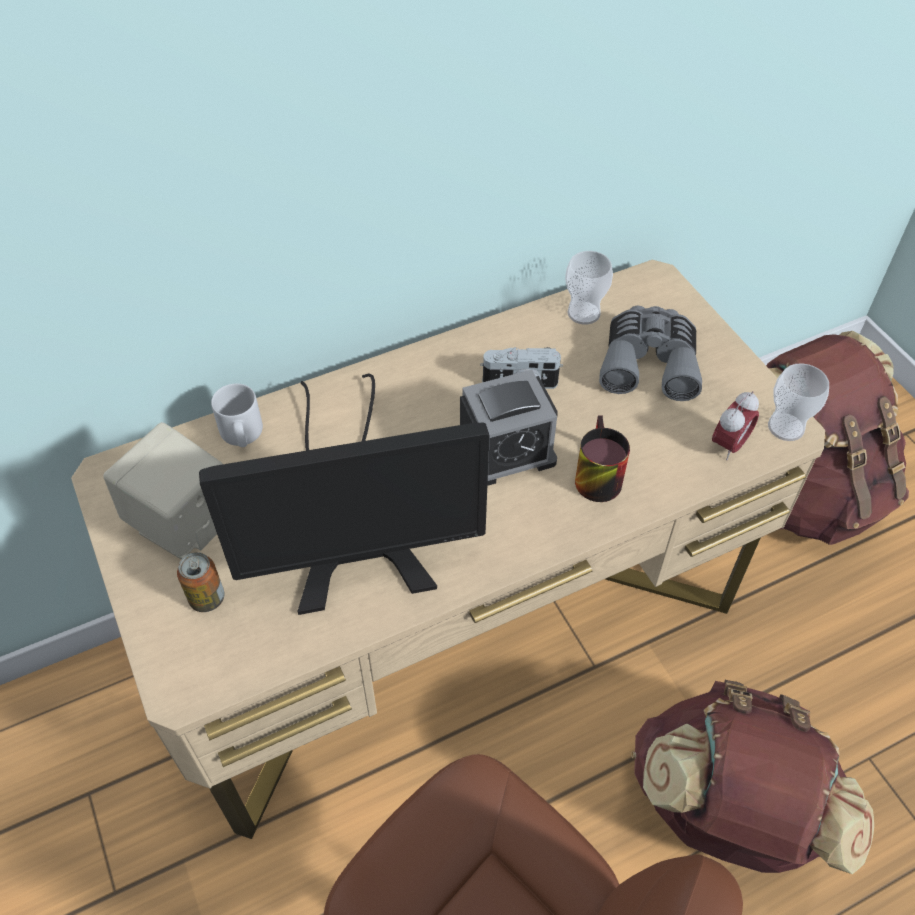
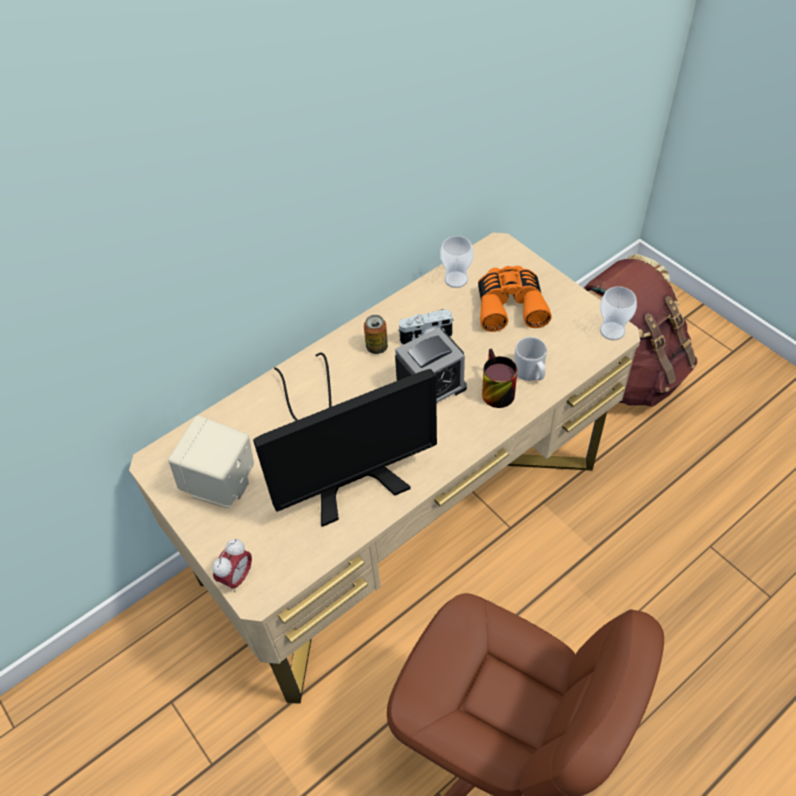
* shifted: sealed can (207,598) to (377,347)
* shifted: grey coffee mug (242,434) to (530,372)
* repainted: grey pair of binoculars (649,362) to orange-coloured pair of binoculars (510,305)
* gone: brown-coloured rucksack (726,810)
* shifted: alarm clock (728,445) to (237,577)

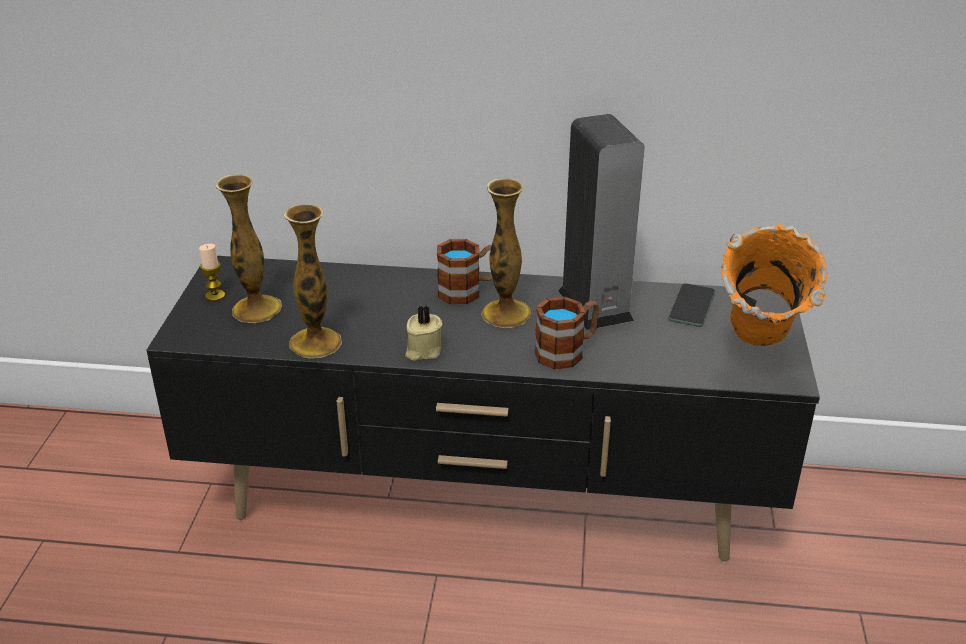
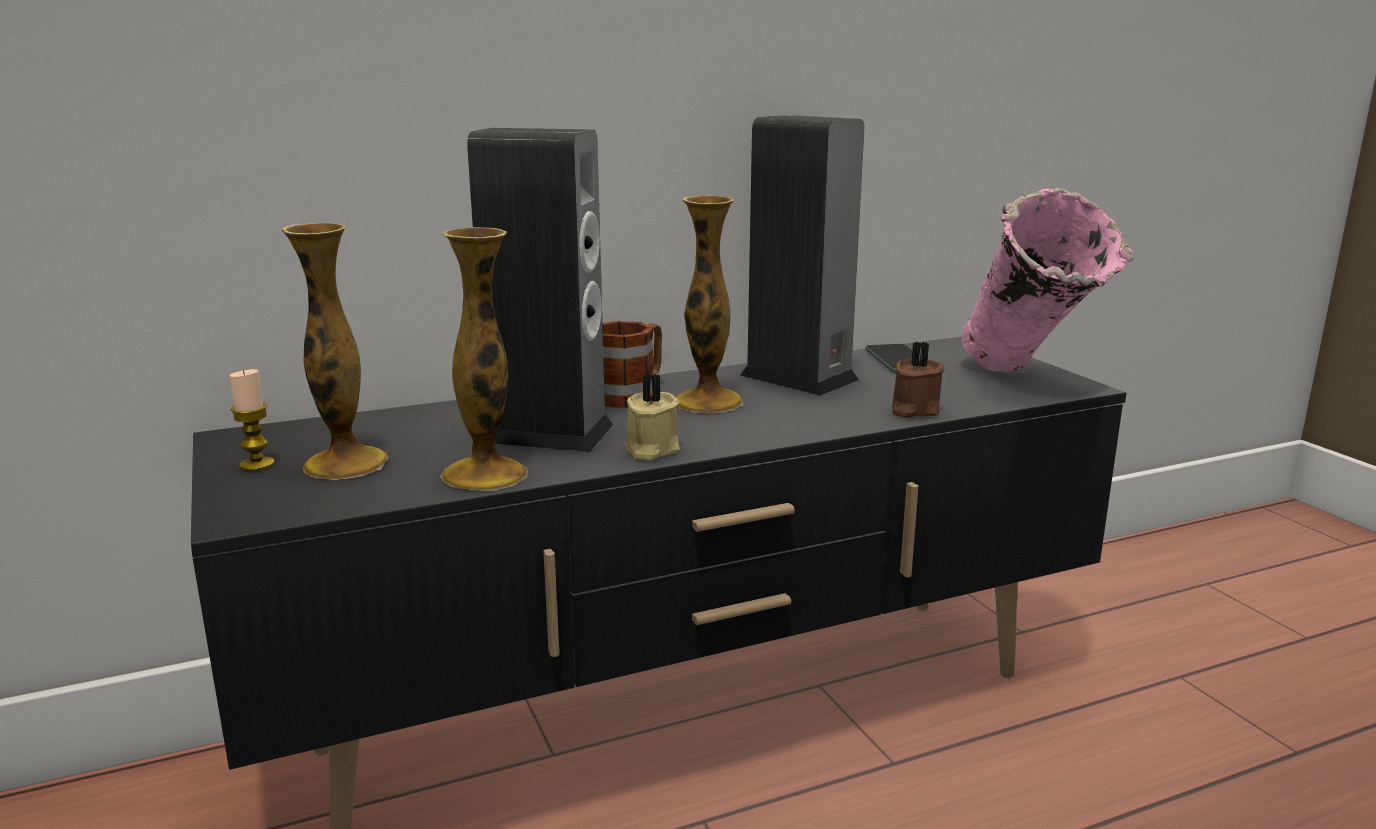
* gone: coffee mug (567,351)
* repainted: orange-coloured decorative vase (756,361) to pink decorative vase (1027,382)
* new: speaker (547,433)
* new: brown-coloured wax candle (913,410)

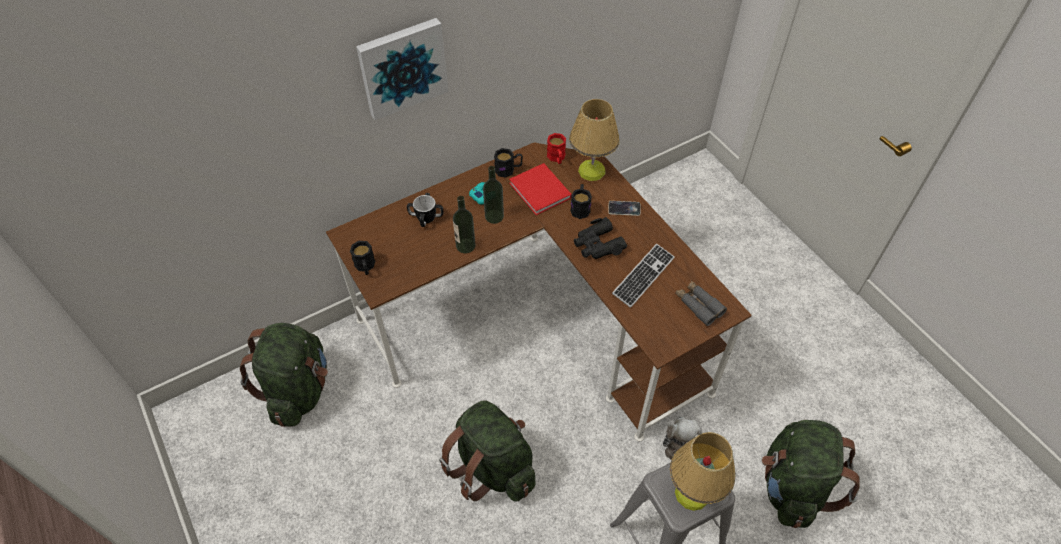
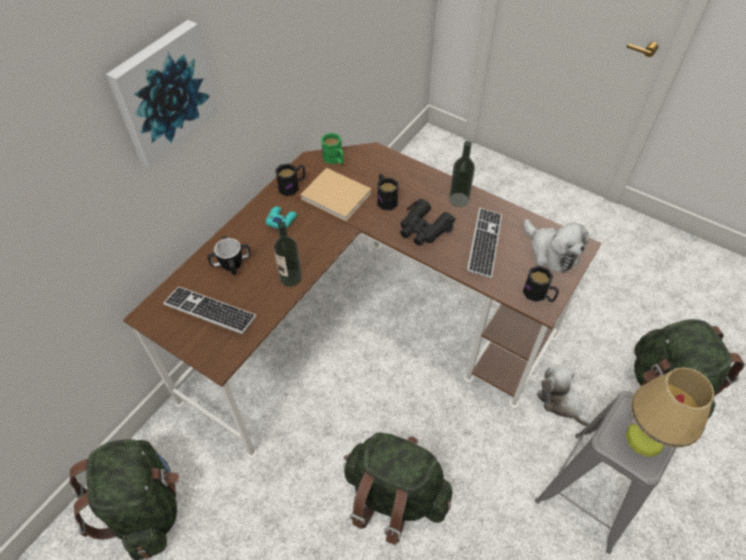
* shifted: blackish coffee mug (365,267) to (539,295)
* shifted: drink bottle (494,216) to (459,199)
* repainted: reddish book (541,191) to beige-coloured book (337,197)
* repainted: reddish coffee mug (557,158) to green-coloured coffee mug (335,159)
* gone: tabletop lamp (591,171)
* gone: handset (624,209)
* swapped: grey pair of binoculars (698,305) to cuddly toy (551,252)
* new: computer keyboard (210,311)

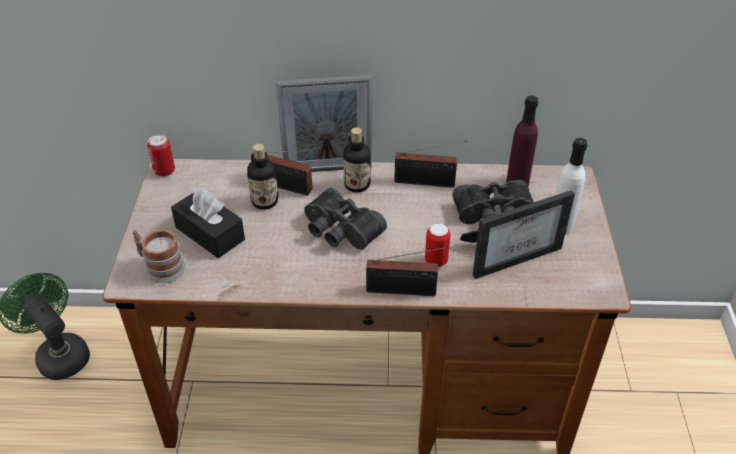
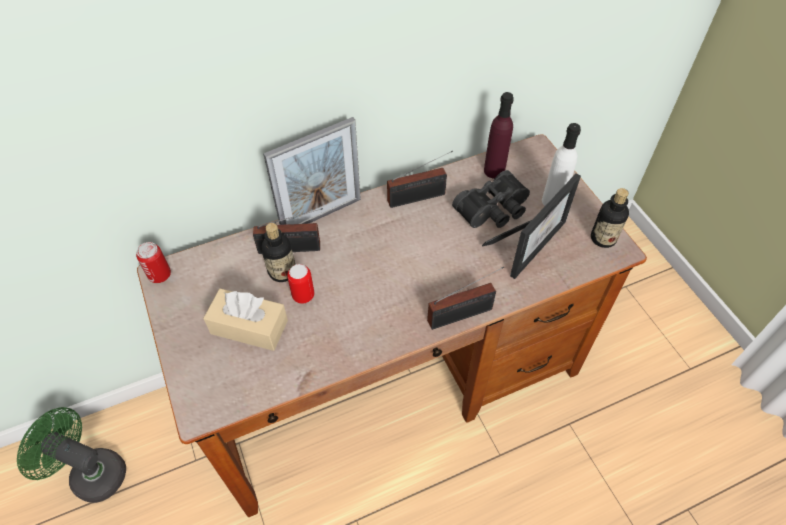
* gone: coffee mug (160,267)
* repainted: blackish box of tissues (210,233) to beige-coloured box of tissues (249,327)
* gone: blackish pair of binoculars (340,231)
* shifted: drink bottle (357,185) to (603,238)
* shifted: sealed can (436,261) to (303,296)

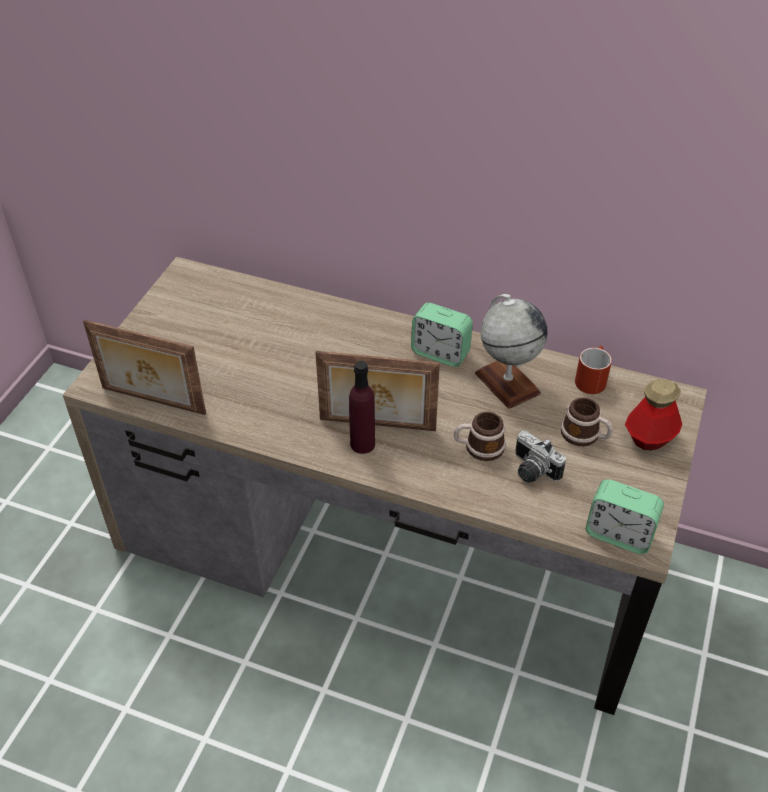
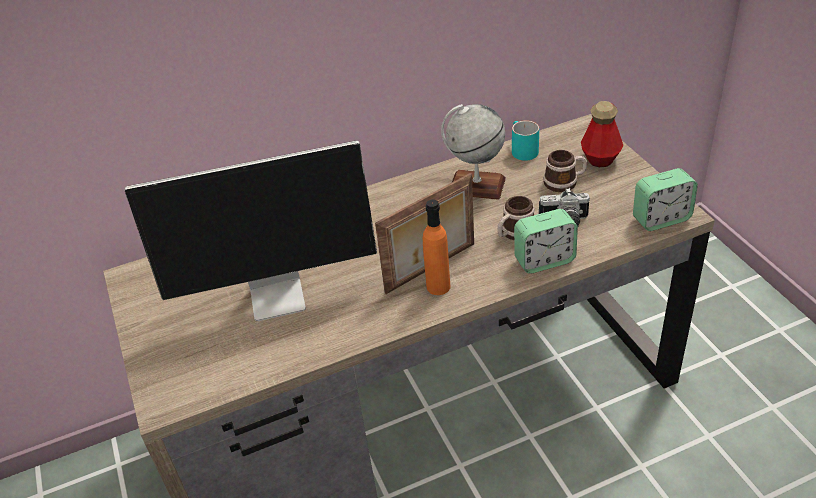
* gone: photo frame (152,402)
* repainted: purple-coloured drink bottle (362,444) to orange-coloured drink bottle (438,286)
* shifted: alarm clock (440,353) to (544,260)
* repainted: reddish coffee mug (590,378) to blue-green coffee mug (521,150)
* new: computer display (279,295)

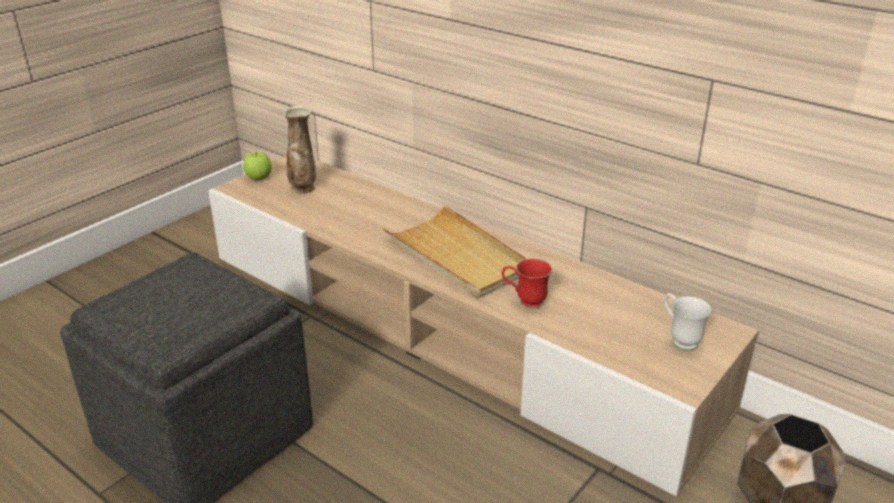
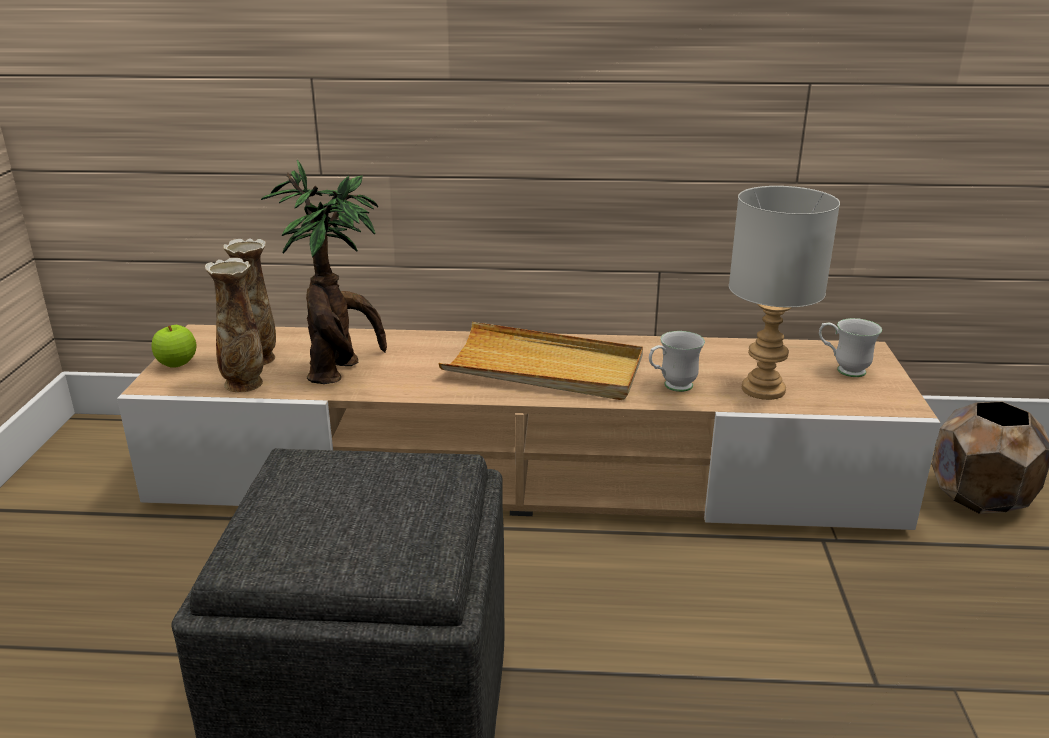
* repainted: reddish coffee mug (524,302) to whitish coffee mug (671,387)
* new: decorative vase (244,384)
* new: houseplant (342,369)
* new: grey tabletop lamp (762,388)

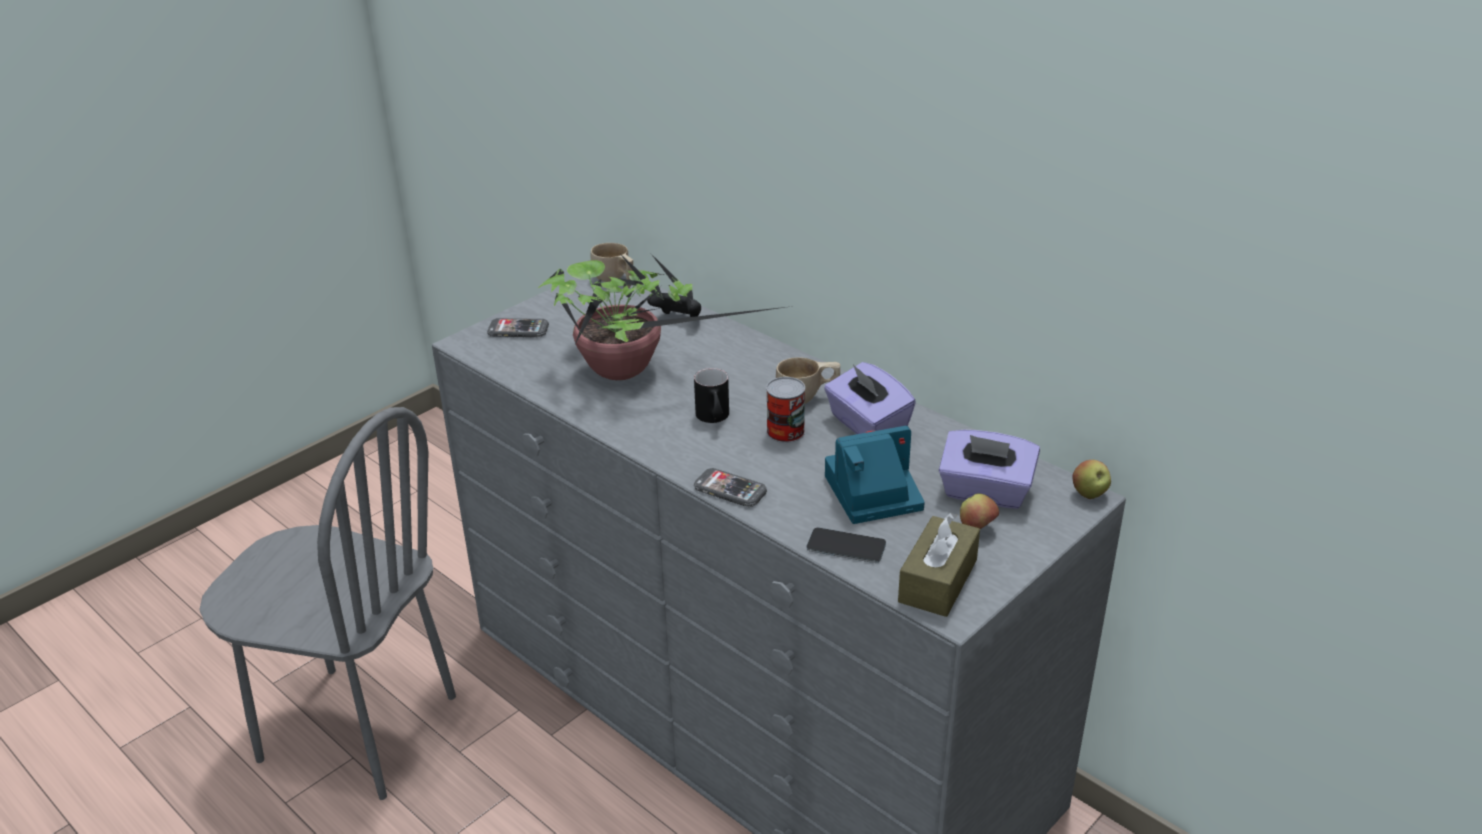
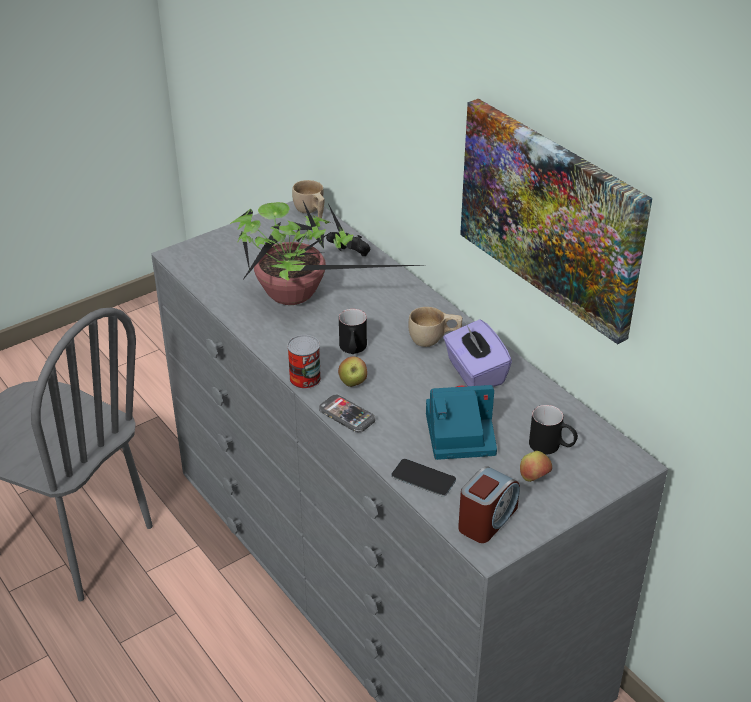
* gone: handset (518,330)
* shifted: sealed can (785,432) to (305,379)
* swapped: brown-coloured box of tissues (938,581) to alarm clock (487,519)
* swapped: purple-coloured box of tissues (985,492) to blackish coffee mug (552,447)
* shifted: apple fruit (1089,494) to (353,383)
* new: wall picture (551,216)

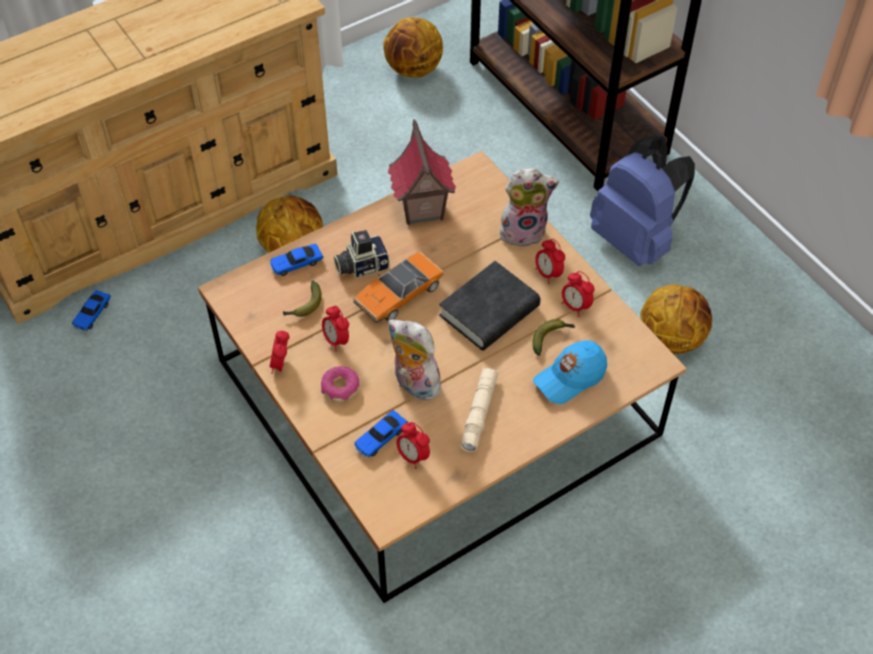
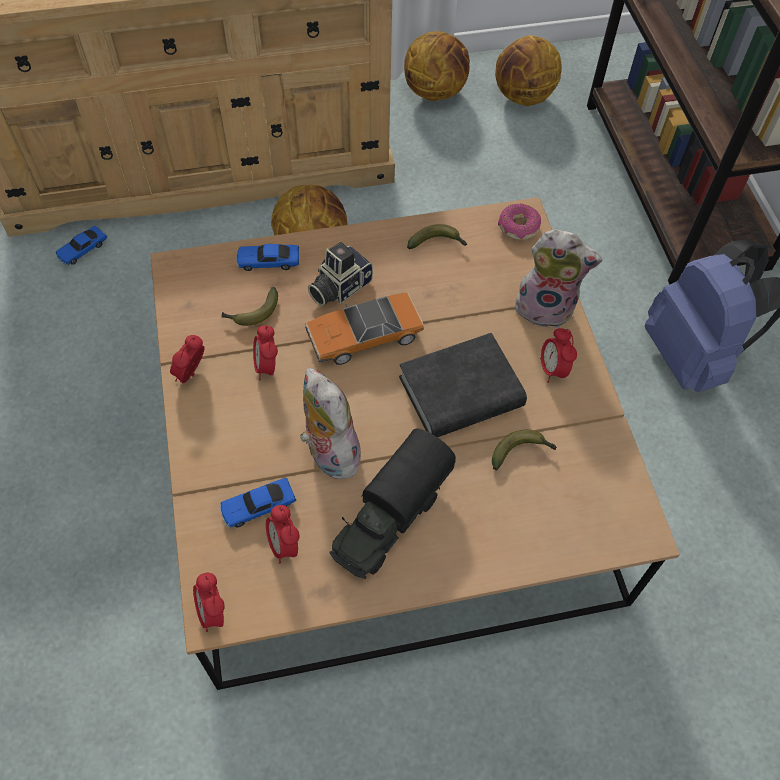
* shifted: doughnut (340,388) to (518,227)
* rotated: photo camera (361,265) = (338,287) 45 degrees counterclockwise
* swapped: model house (421,209) to banana fruit (438,243)
* swapped: beige-coloured hand torch (479,413) to toy truck (390,518)
* gone: blue peaked cap (570,378)
* shifted: alarm clock (575,306) to (213,612)
* shifted: basketball ball (671,338) to (436,91)

